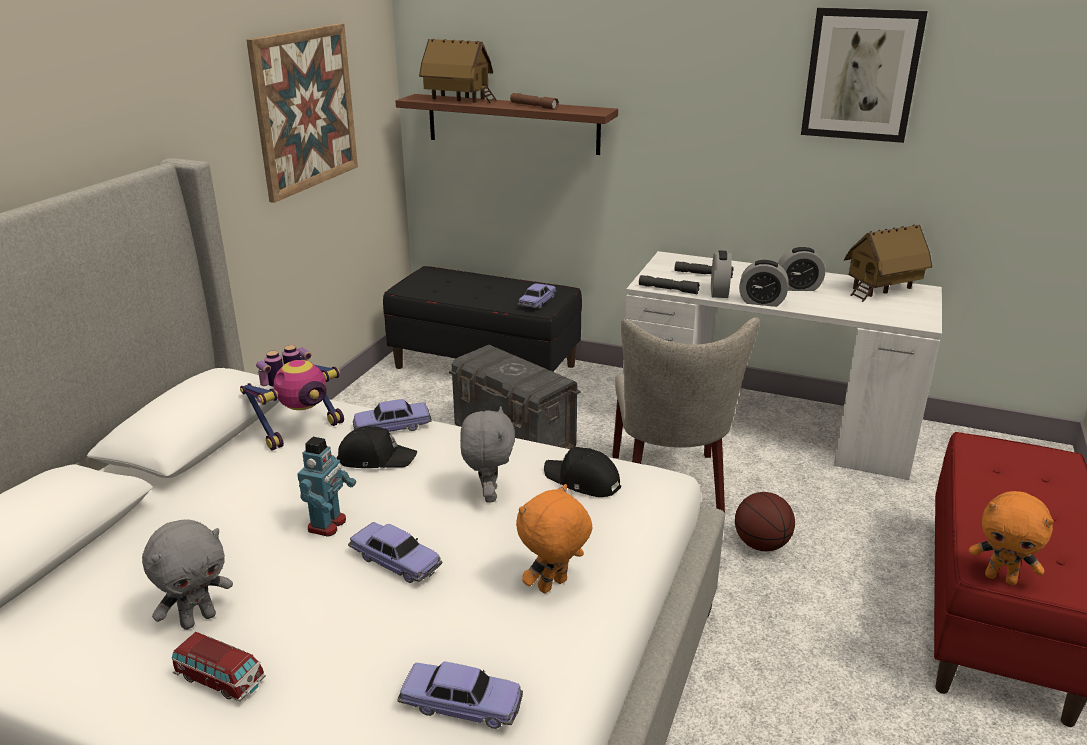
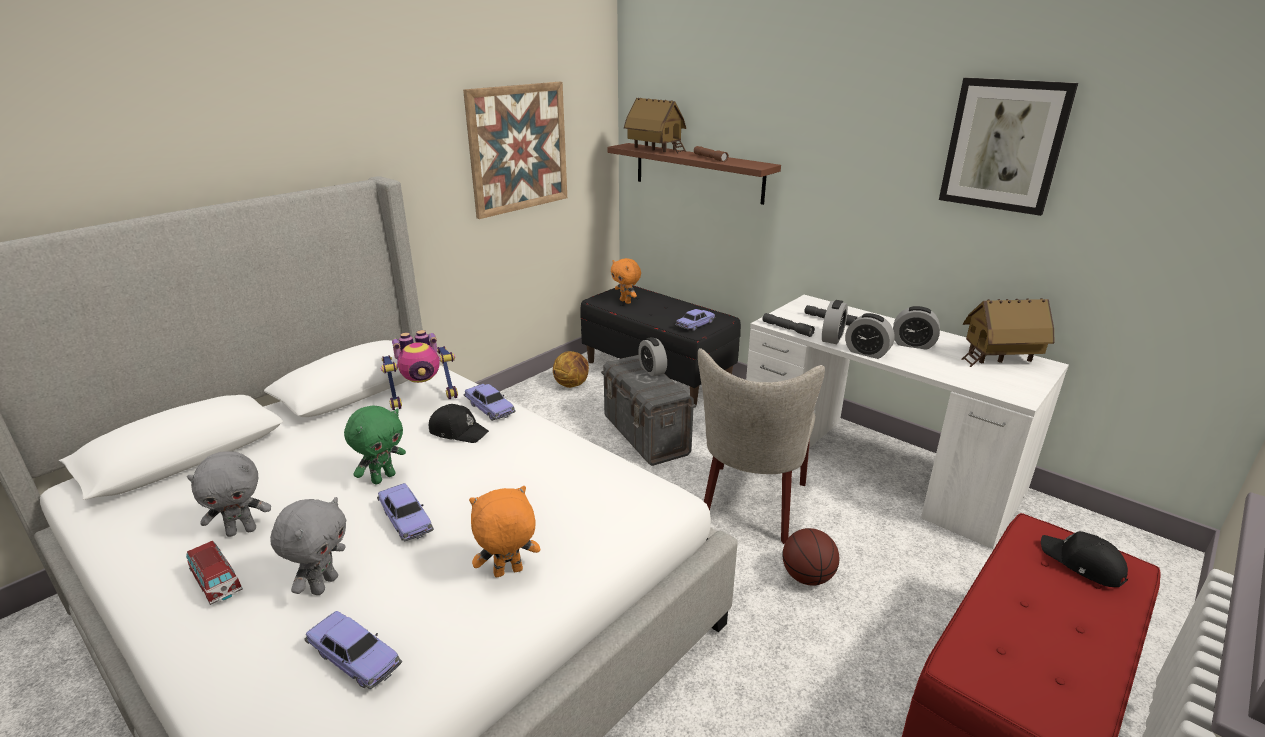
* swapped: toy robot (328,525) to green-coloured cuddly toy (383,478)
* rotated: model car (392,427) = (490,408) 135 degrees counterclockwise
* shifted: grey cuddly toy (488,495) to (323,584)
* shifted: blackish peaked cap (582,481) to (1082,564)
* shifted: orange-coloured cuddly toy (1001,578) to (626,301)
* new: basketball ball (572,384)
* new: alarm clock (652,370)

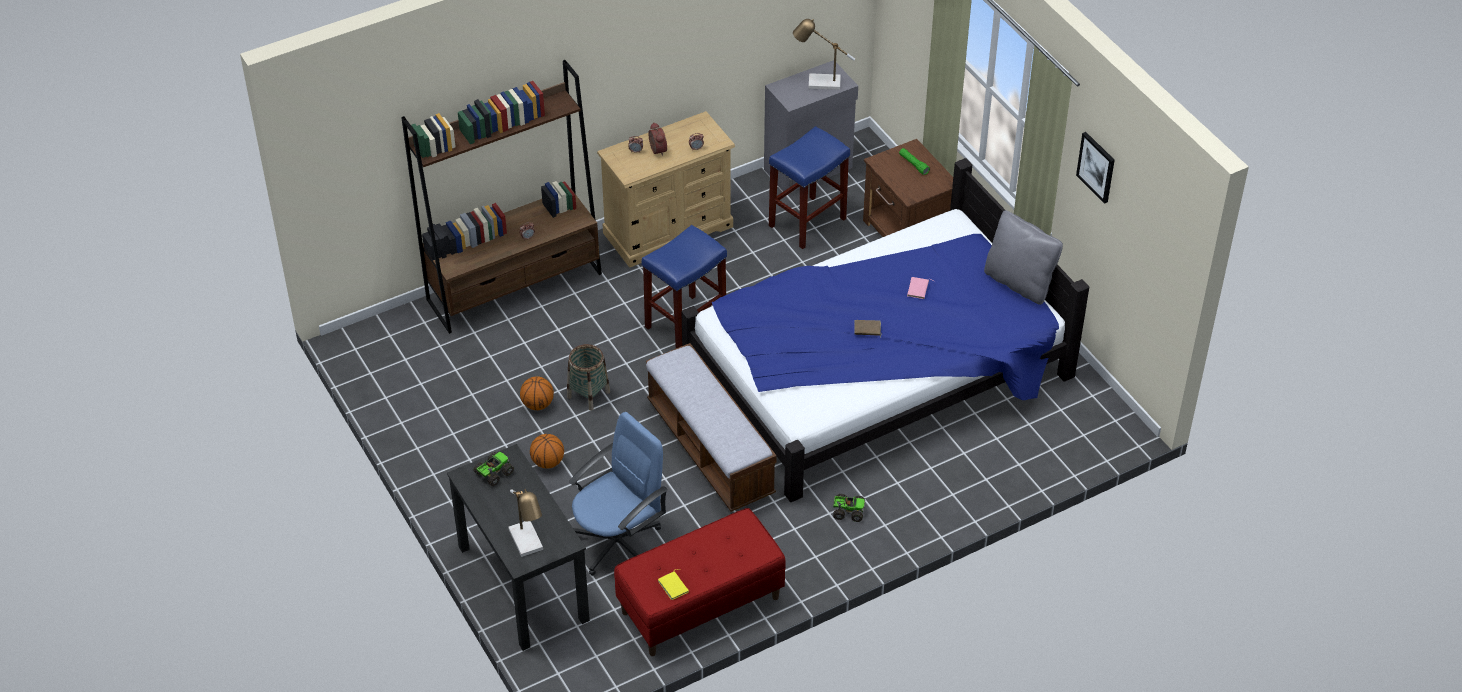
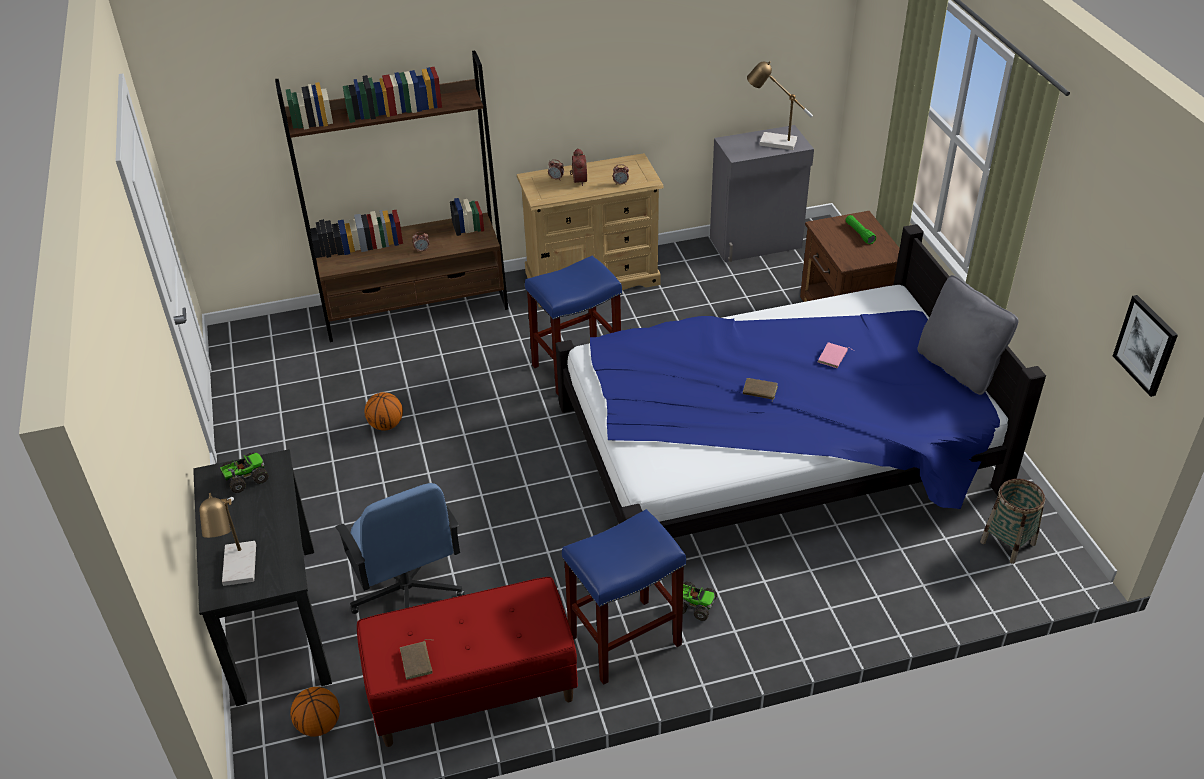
* shifted: basketball ball (547,462) to (319,725)
* shifted: storage basket (588,395) to (1007,543)
* rotated: blue desk chair (618,542) = (407,593) 90 degrees clockwise
* gone: bench (710,449)
* repainted: yellow book (674,586) to brown-coloured book (418,661)
* shifted: blue sitting stool (807,223) to (623,641)
* shifted: wall picture (1096,167) to (1146,345)

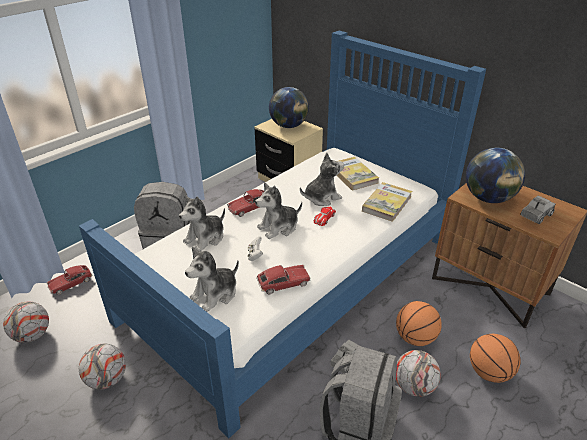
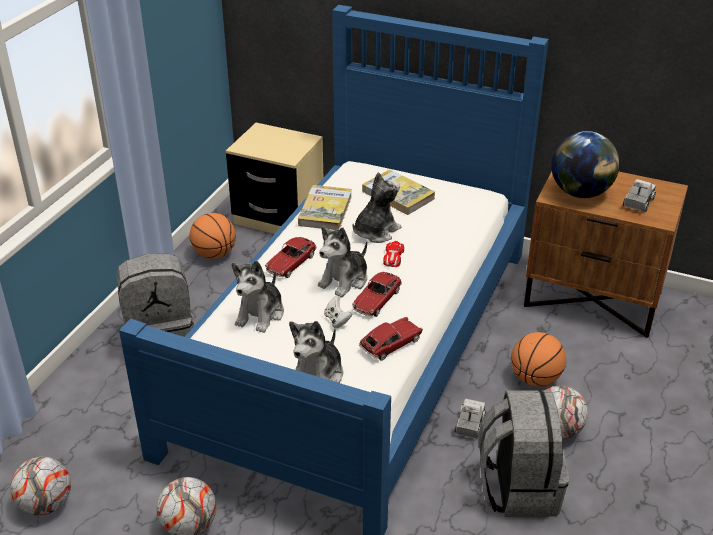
* shifted: model car (71,283) to (377,300)
* gone: globe (289,126)
* shifted: book (387,203) to (325,210)
* shifted: basketball ball (489,372) to (214,254)

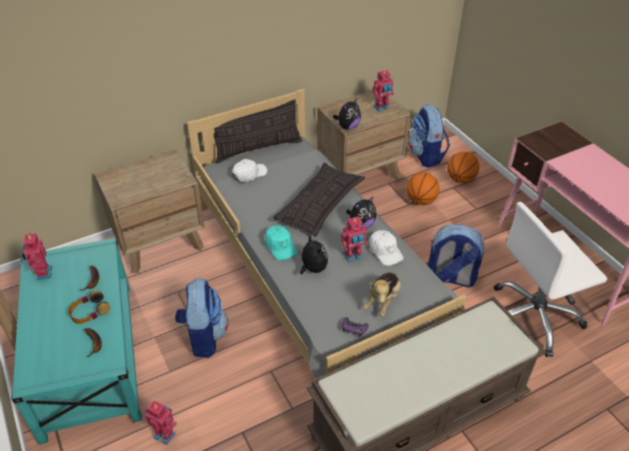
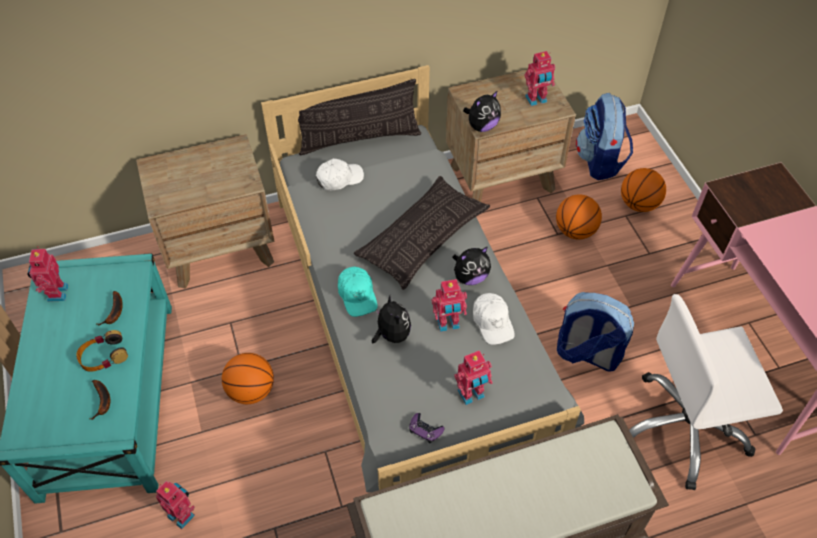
* swapped: rucksack (203,336) to basketball ball (251,390)
* swapped: cuddly toy (382,300) to toy robot (471,395)

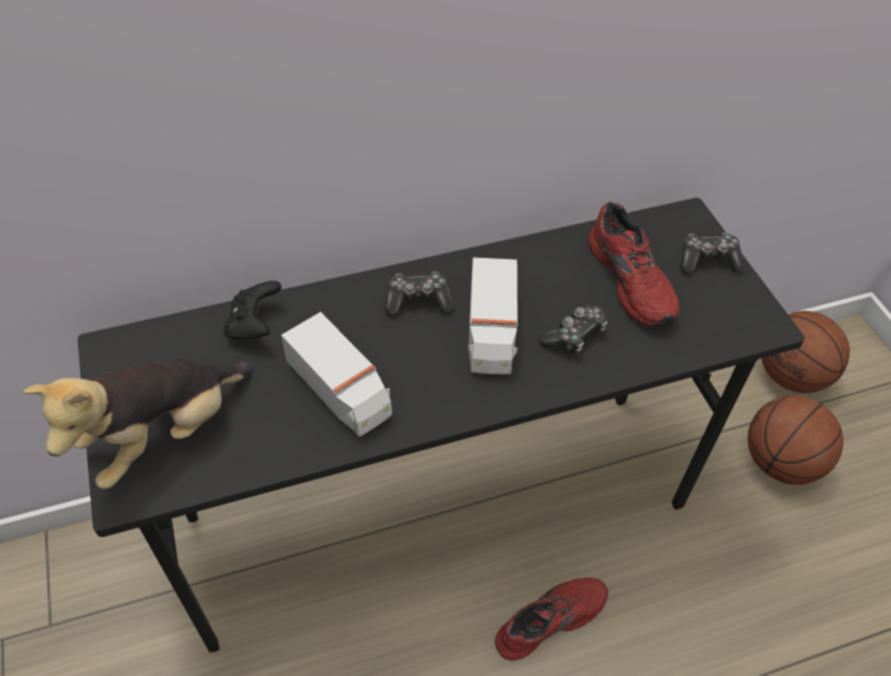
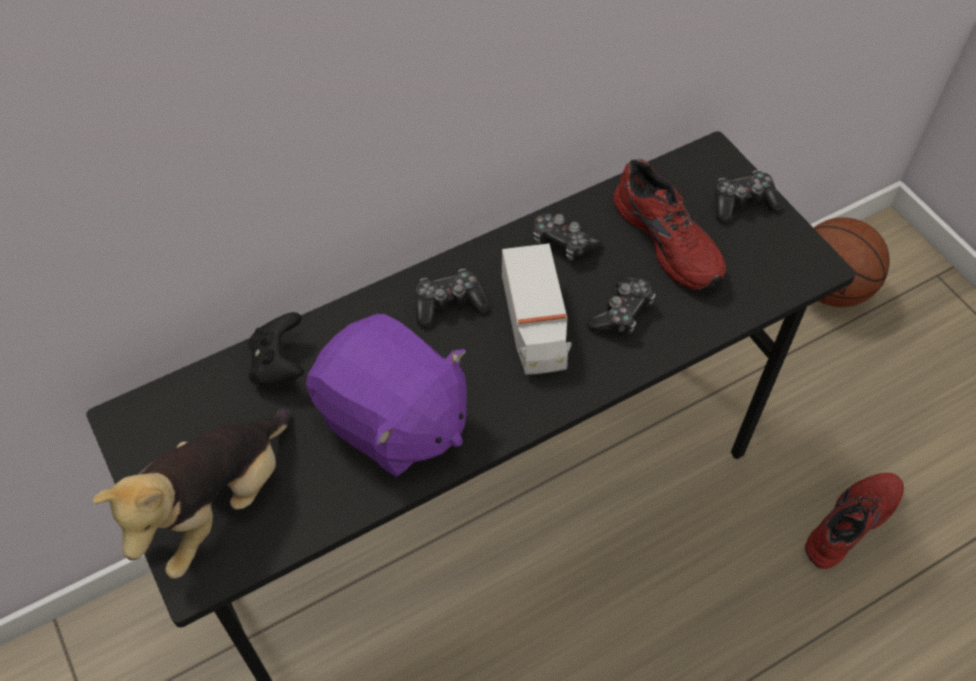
* swapped: toy truck (340,391) to purple-coloured cuddly toy (392,421)
* shifted: reddish shoe (548,618) to (848,521)
* gone: basketball ball (780,463)
* new: gamepad (562,242)

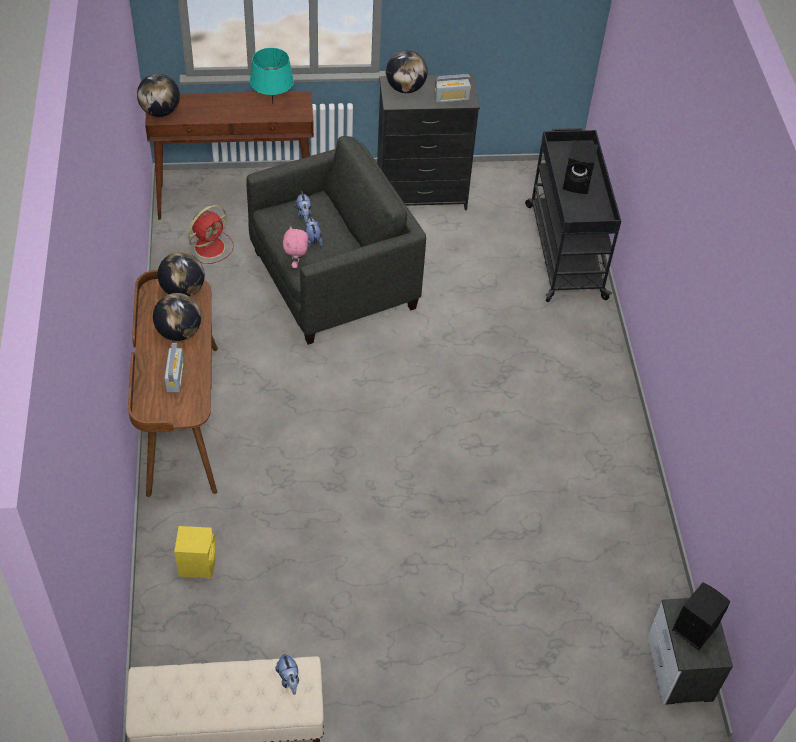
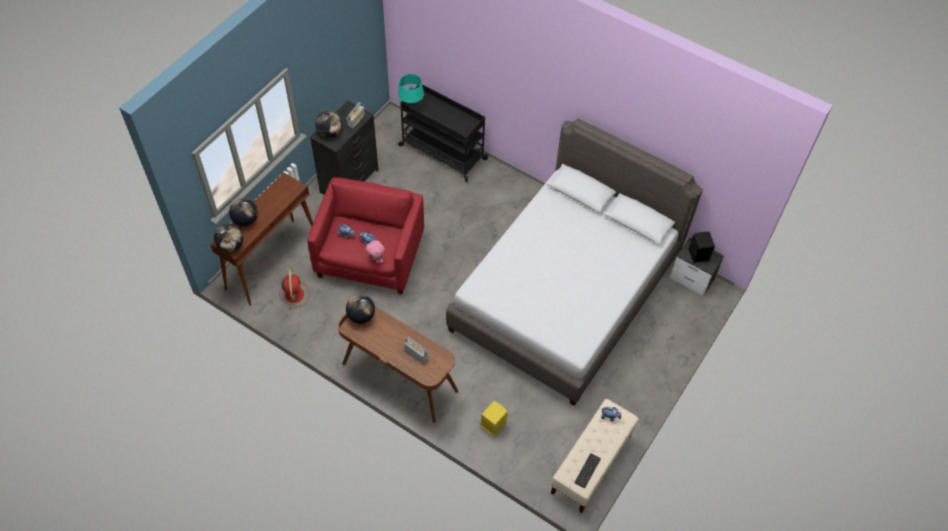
* shifted: globe (179,332) to (245,220)
* repainted: grey armchair (333,280) to reddish armchair (370,256)
* shifted: blue-green tabletop lamp (272,103) to (411,105)
* gone: blackish speaker (578,183)
* new: grey bedroom bed (564,293)
* new: computer keyboard (587,470)

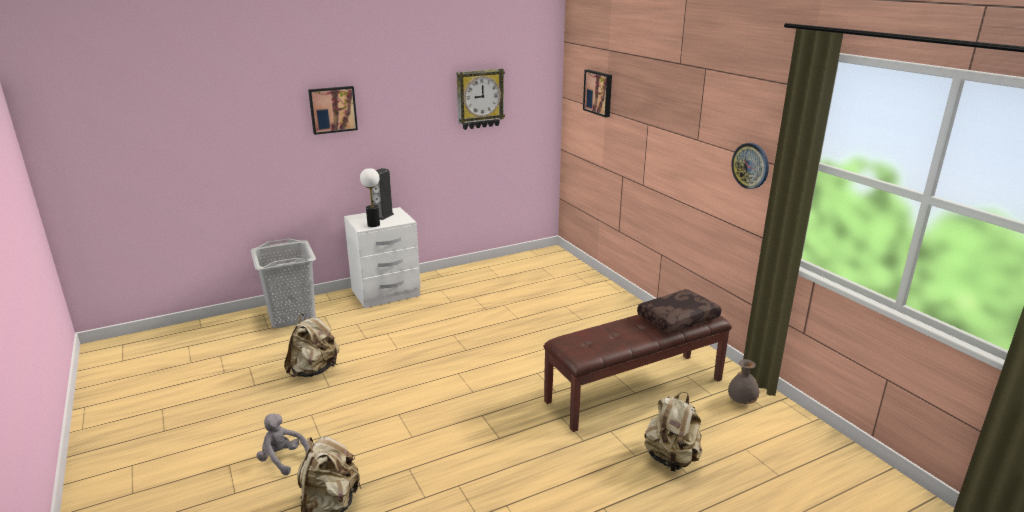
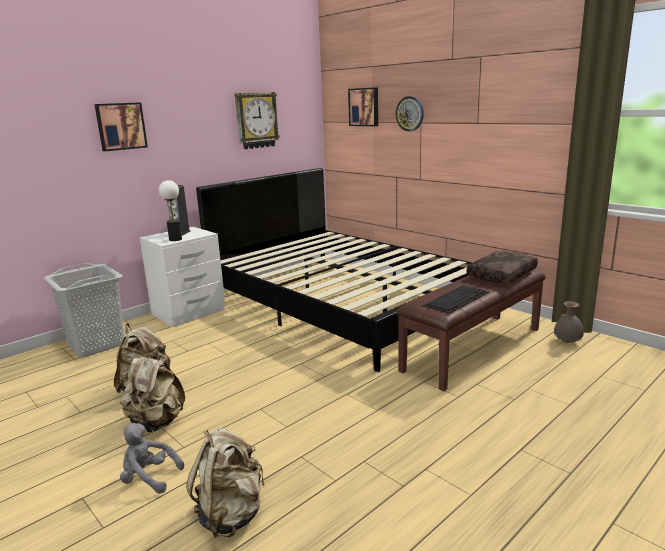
* shifted: beige-coloured rucksack (671,459) to (156,422)
* shifted: wall clock (750,165) to (410,113)
* new: blackish bedroom bed (343,303)
* new: computer keyboard (456,298)

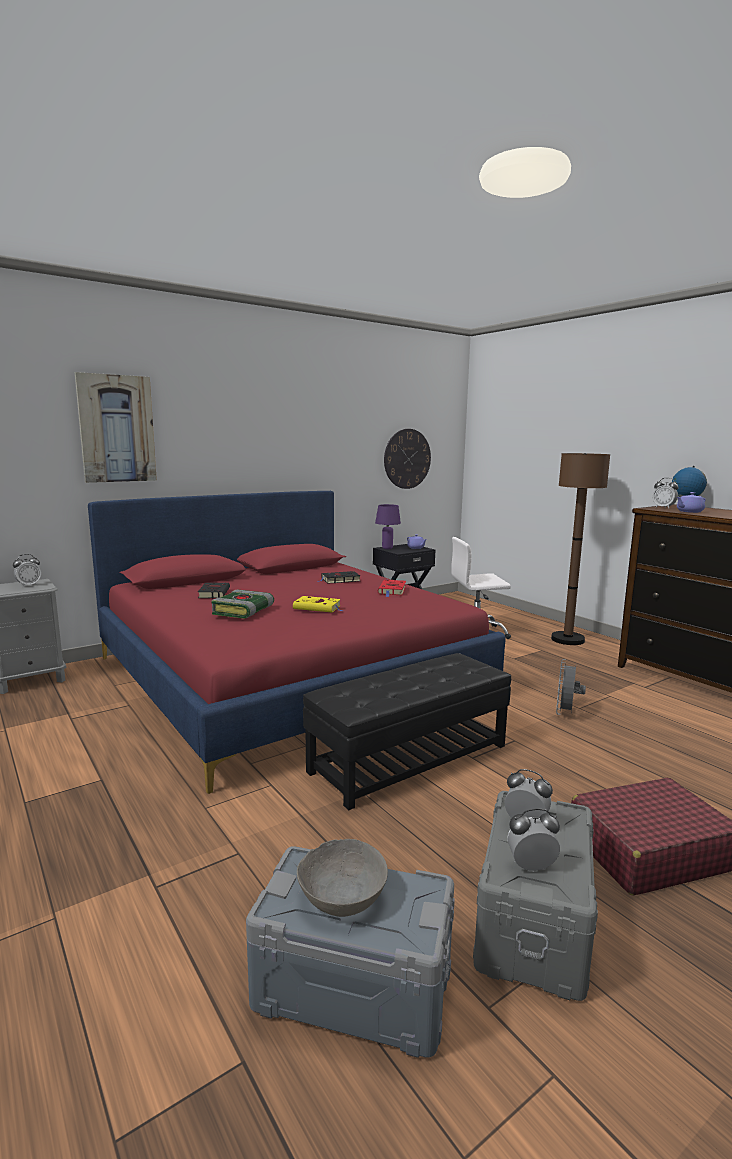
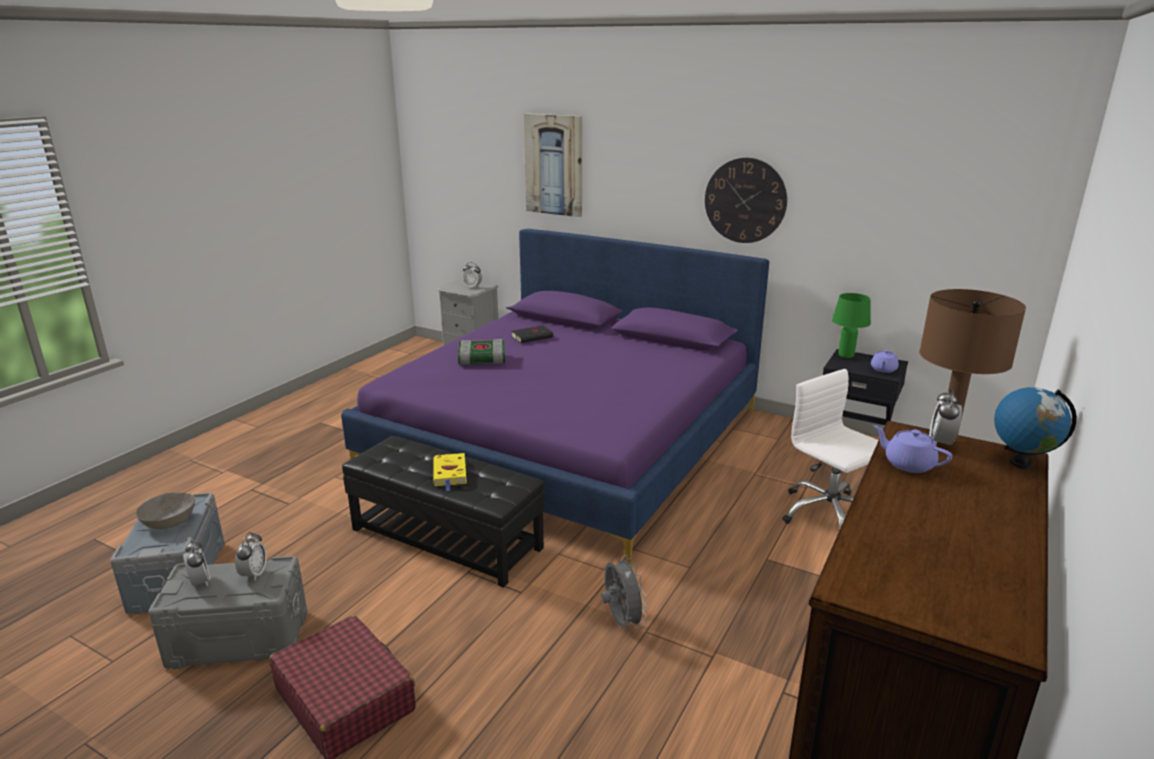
* repainted: reddish bedroom bed (288,676) to purple-coloured bedroom bed (567,439)
* shifted: yellow book (318,607) to (450,473)
* gone: blackish book (339,580)
* repainted: purple-coloured tabletop lamp (387,548) to green-coloured tabletop lamp (846,356)
* gone: reddish book (392,590)
* shifted: wall clock (407,459) to (745,200)
* rotated: grey cooling fan (566,713) = (621,621) 75 degrees clockwise

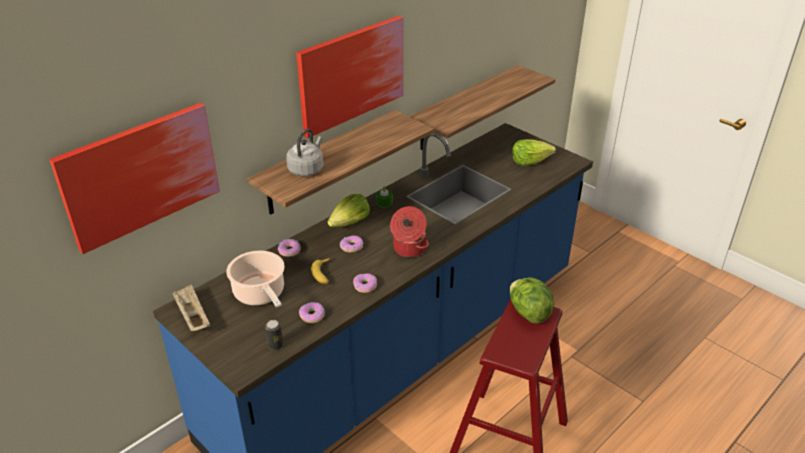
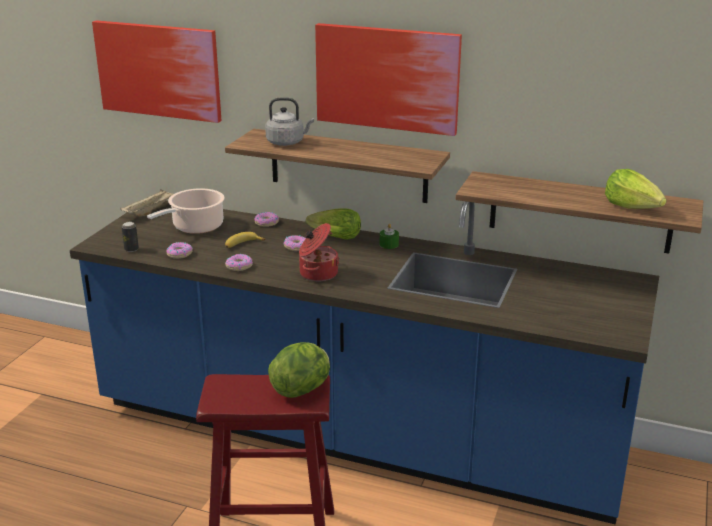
* shifted: lettuce (530,161) to (632,207)

